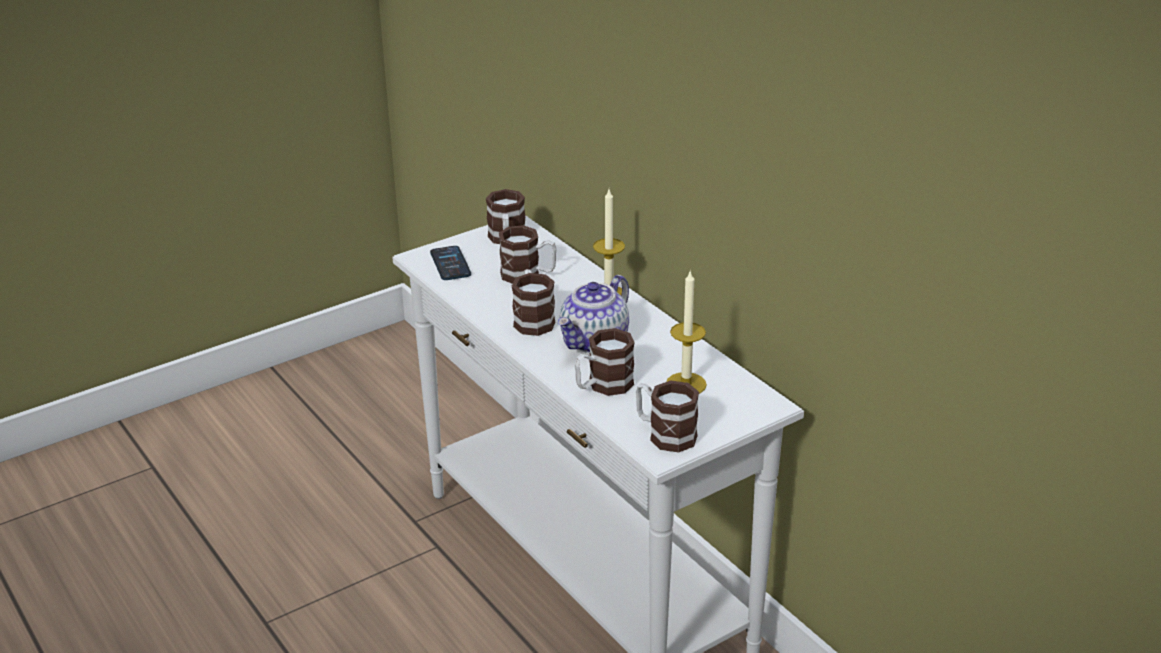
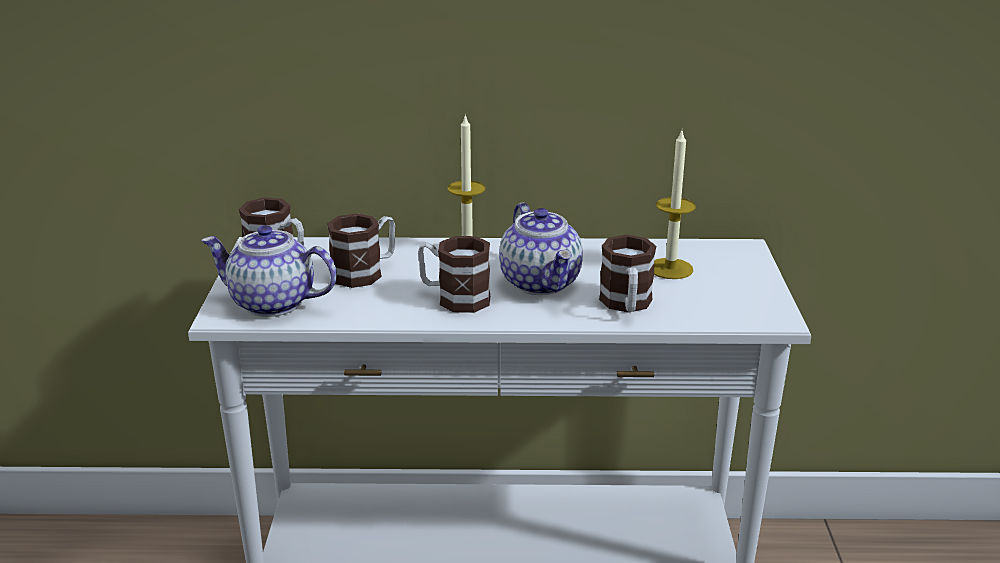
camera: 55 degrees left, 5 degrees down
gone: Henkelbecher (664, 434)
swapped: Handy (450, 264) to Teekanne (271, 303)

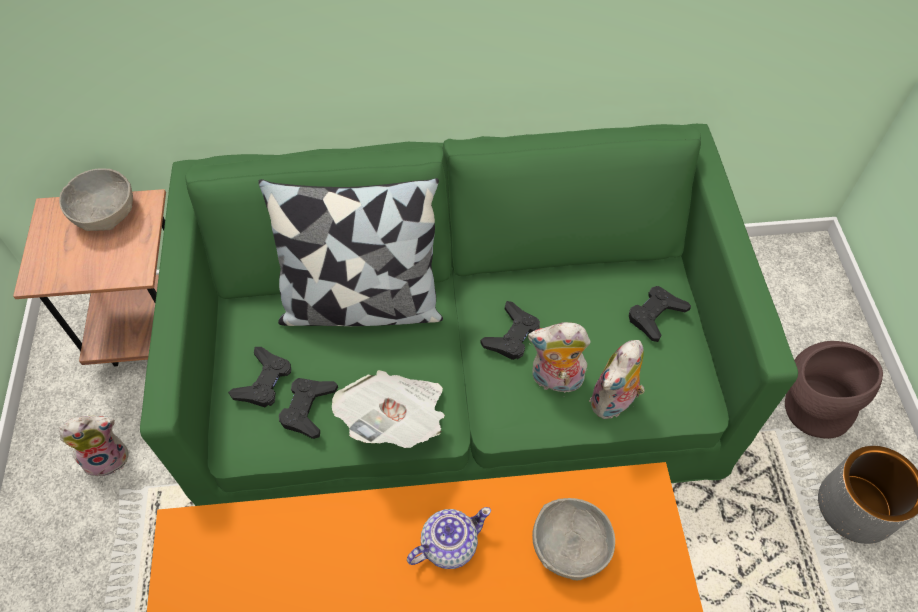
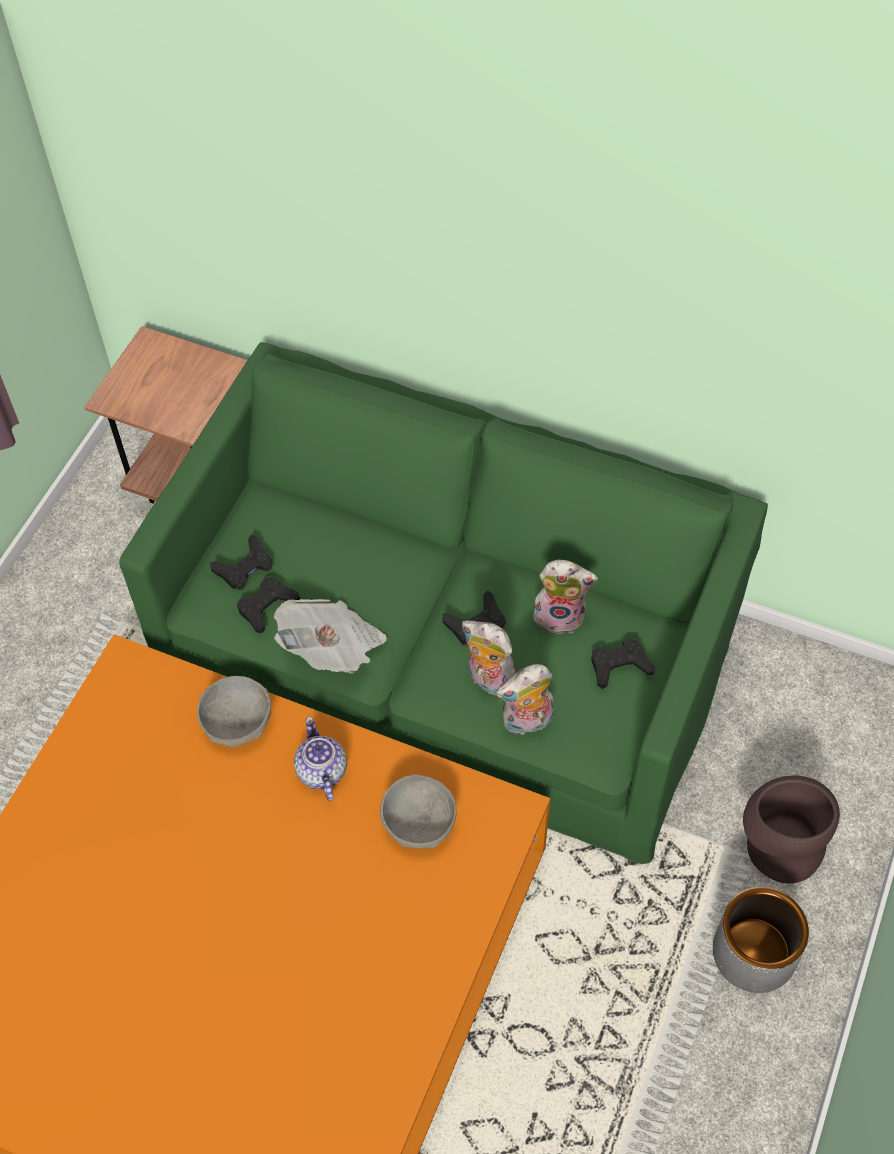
camera: 30 degrees right, 0 degrees up
gone: Kissen (361, 304)
shifted: Schüssel (grau) (106, 214) to (238, 723); Plüschtier (108, 457) to (560, 615)
rotated: Teekanne (448, 545) = (321, 772) 105 degrees counterclockwise

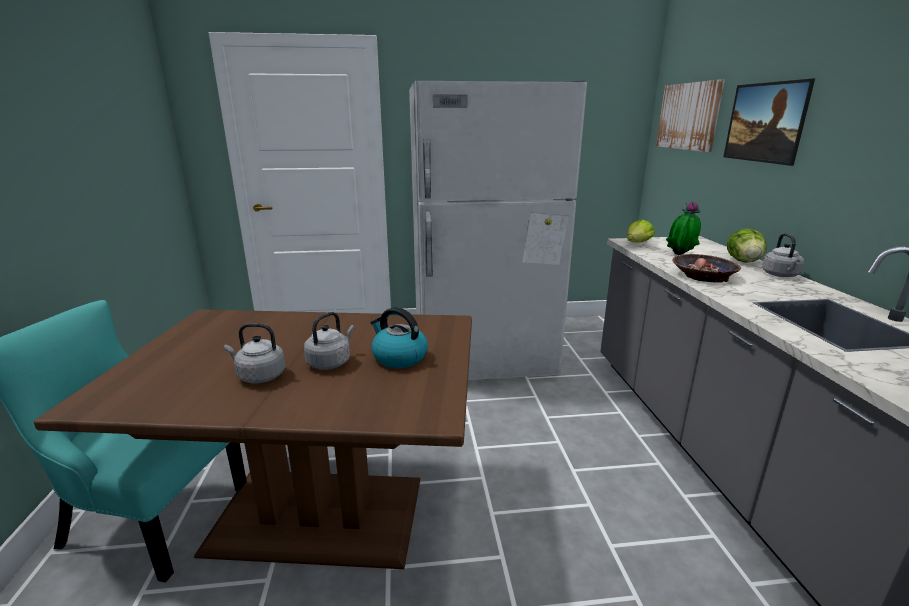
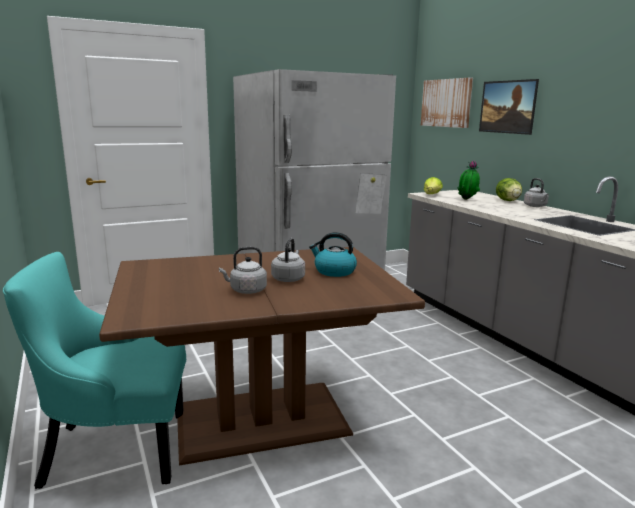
camera: 20 degrees left, 5 degrees down
gone: Schüssel (703, 275)

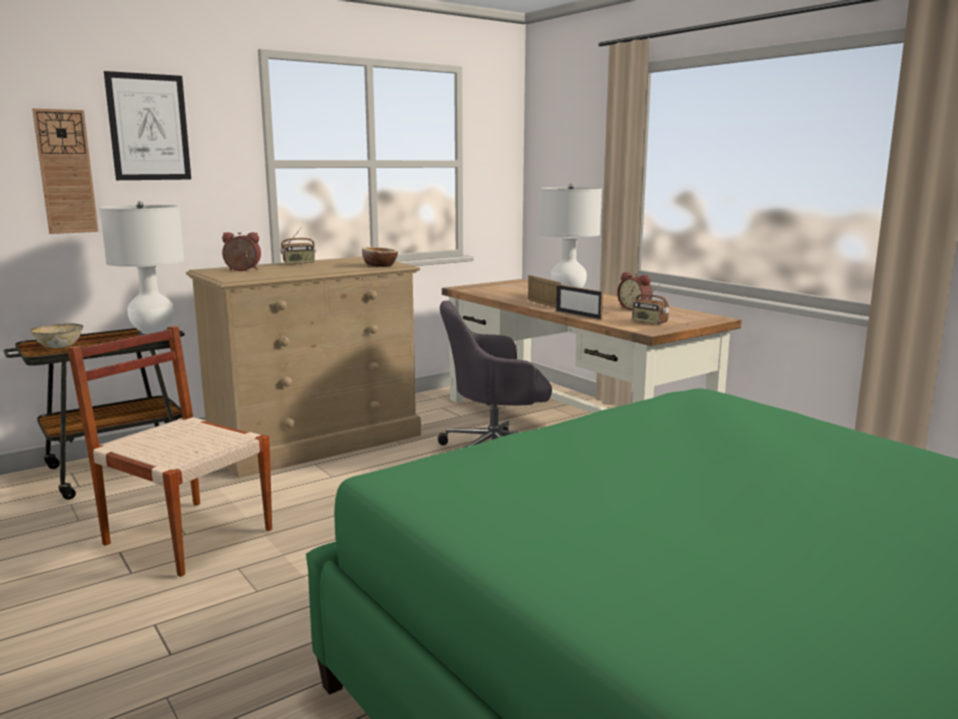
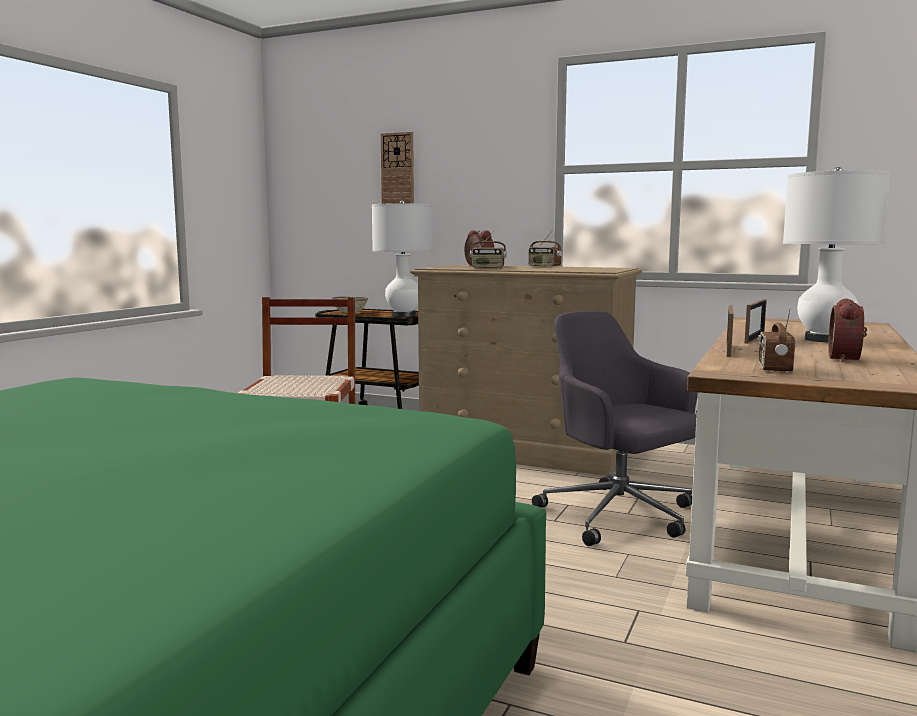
camera: 60 degrees right, 5 degrees down
gone: Bild (149, 127); Schüssel (380, 265)
new: Radio (487, 268)

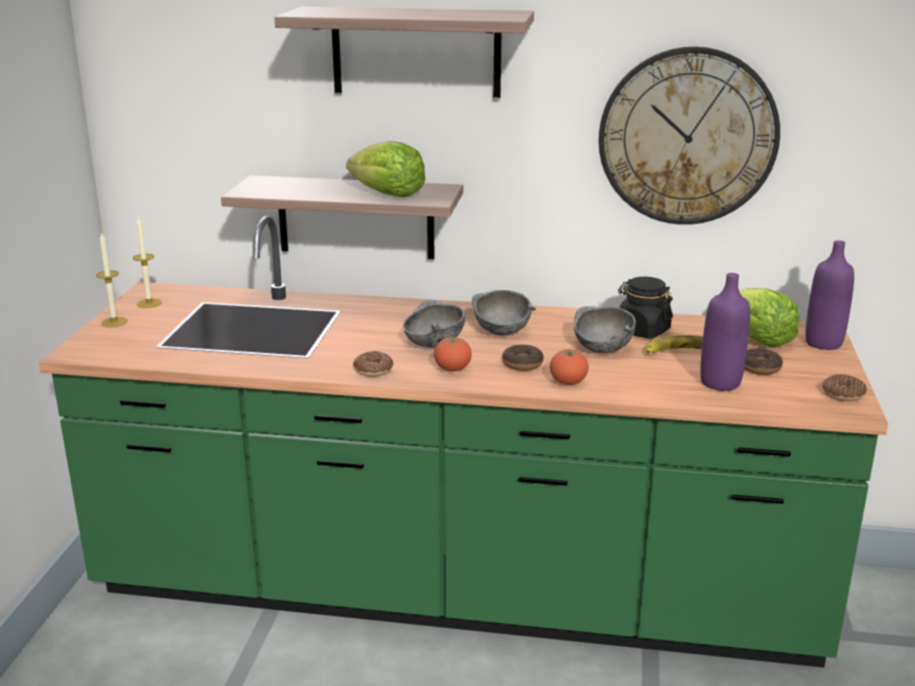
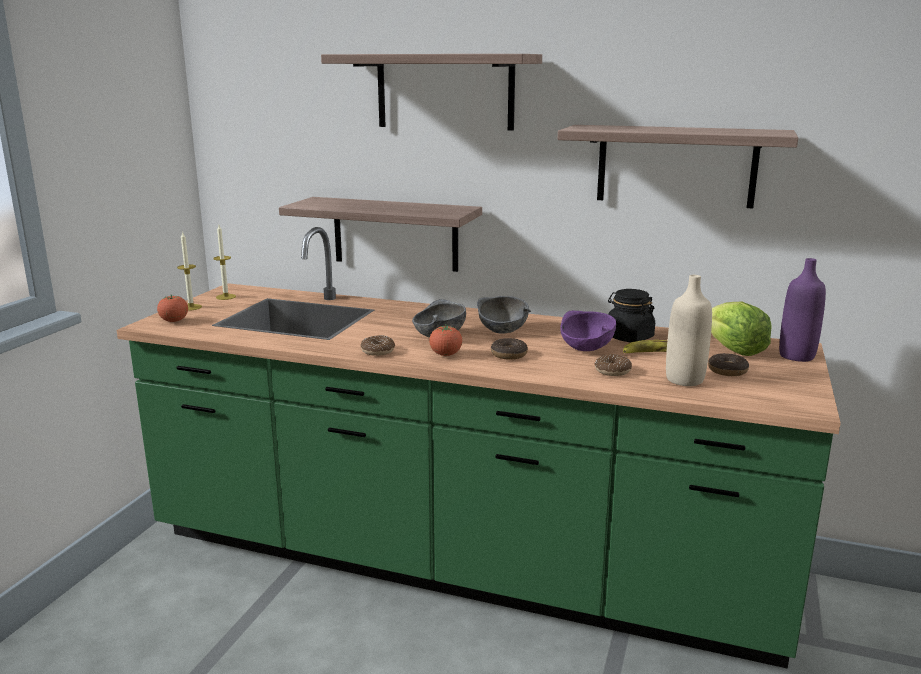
camera: 10 degrees right, 5 degrees down
gone: Salatkopf (387, 194)
shifted: Tomate (568, 382) to (174, 321); Donut (843, 394) to (612, 371)
swapped: Wanduhr (687, 137) to Wandregal (676, 166)
repainted: Schüssel (grau) (603, 349) to Schüssel (lila) (586, 348); Flasche (lila) (720, 383) to Flasche (beige) (684, 379)

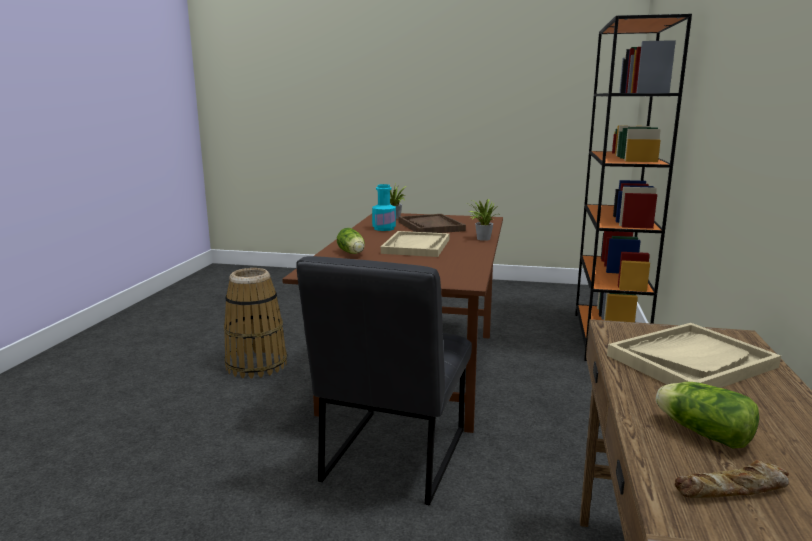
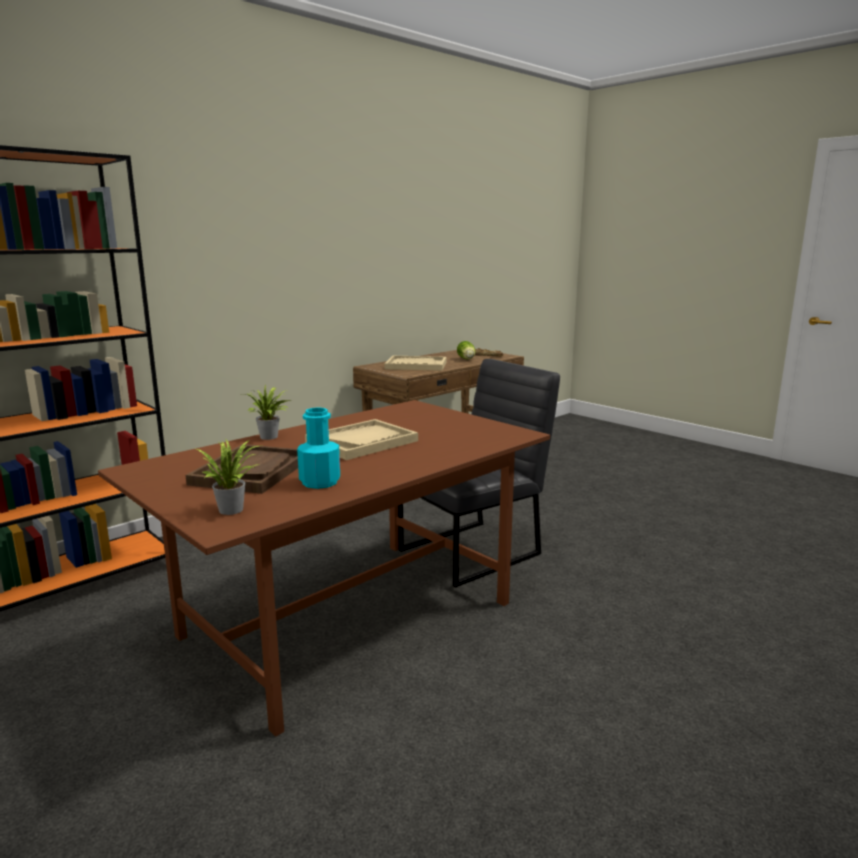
camera: 145 degrees left, 0 degrees up
gone: Korb (256, 365); Salatkopf (352, 253)

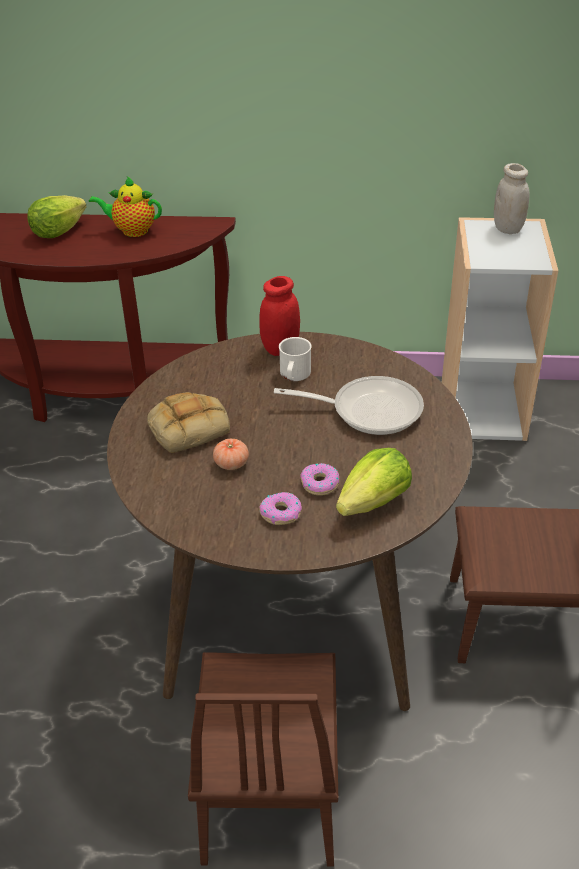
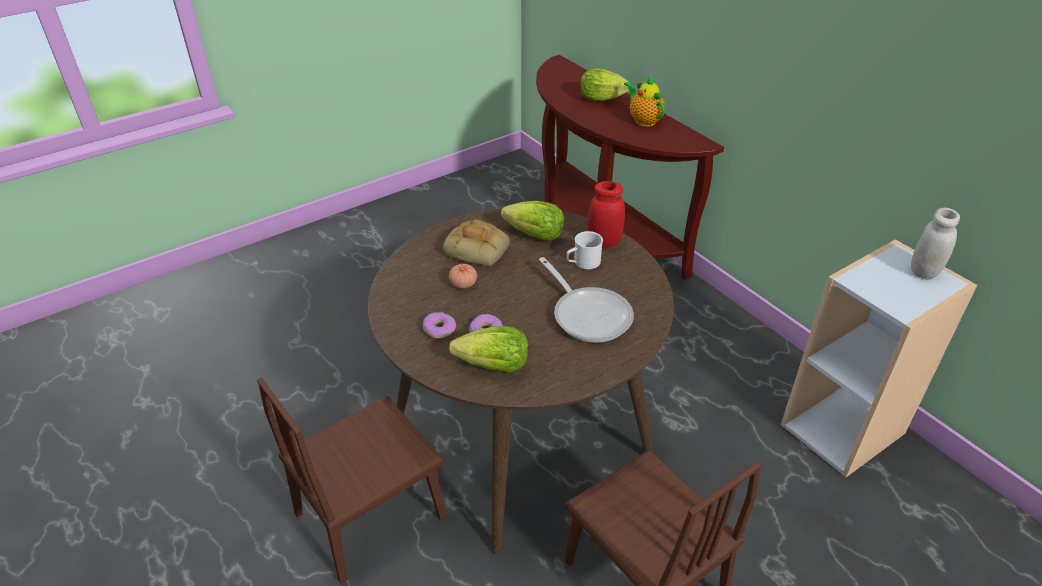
camera: 50 degrees right, 0 degrees up
new: Salatkopf (535, 235)

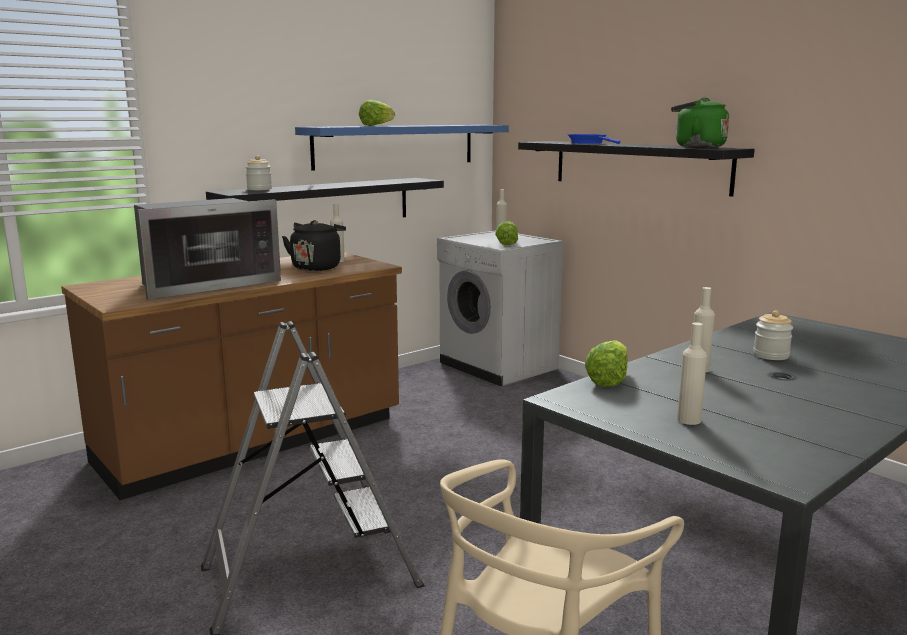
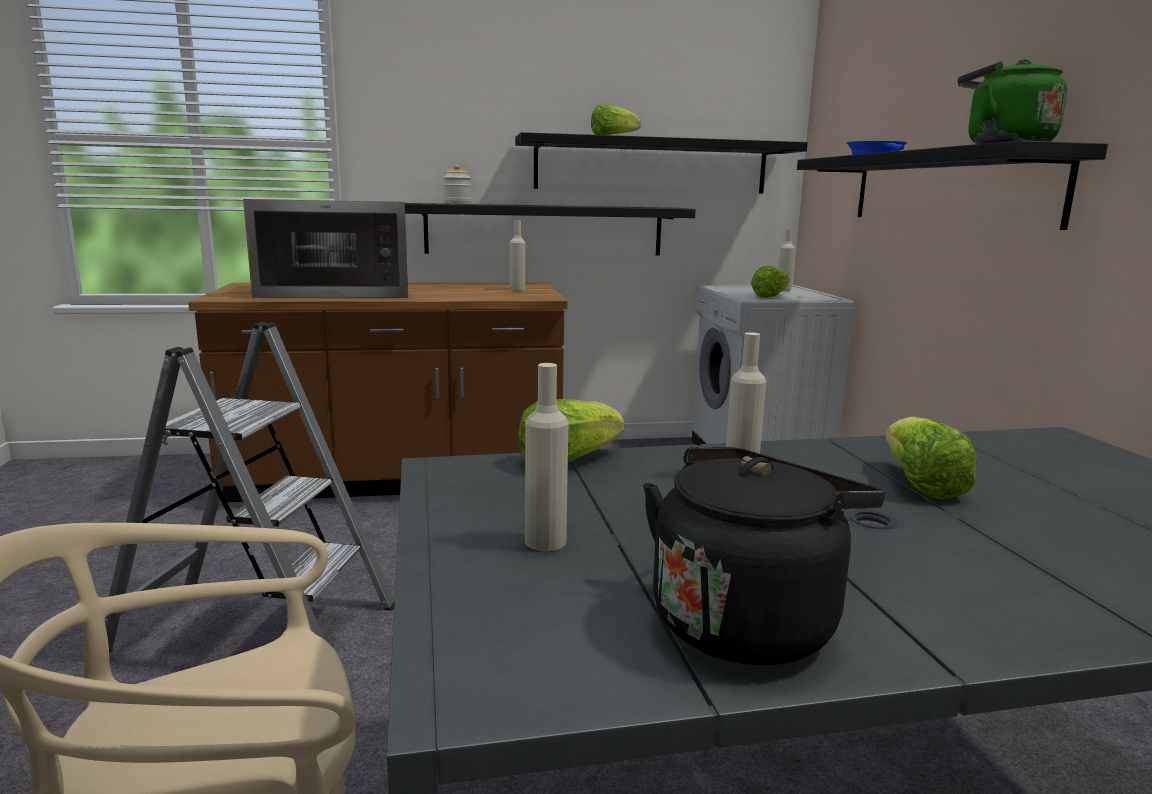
camera: 30 degrees right, 0 degrees up
shifted: Wasserkessel (schwarz) (317, 267) to (747, 620)
swapped: Vorratsglas (771, 355) to Salatkopf (919, 485)
repainted: Wandregal (blau) (396, 146) to Wandregal (schwarz) (652, 166)

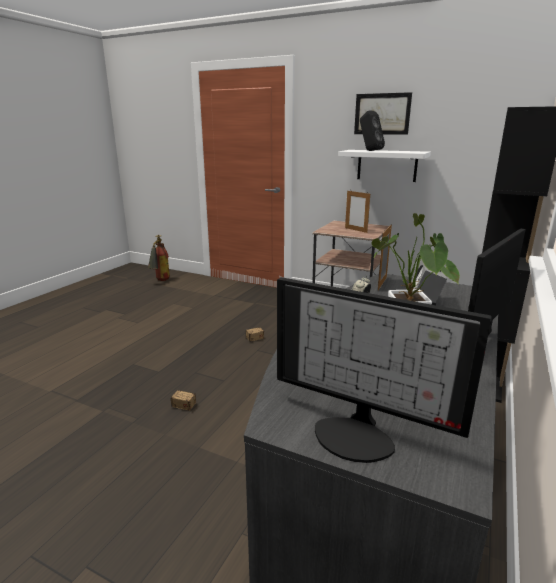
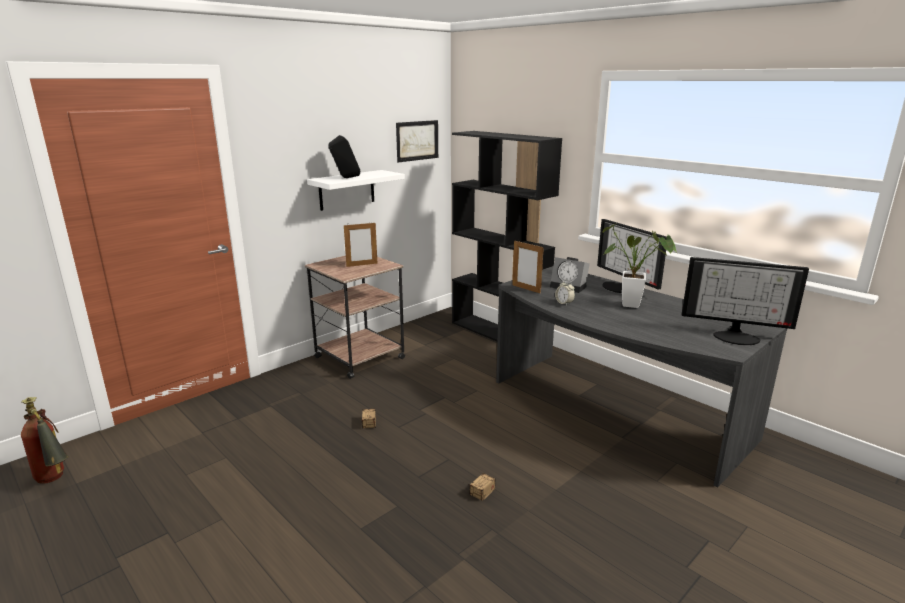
camera: 70 degrees left, 0 degrees up
shifted: Bild (382, 114) to (417, 140)
rotated: Monitor (357, 434) = (736, 336) 60 degrees clockwise

